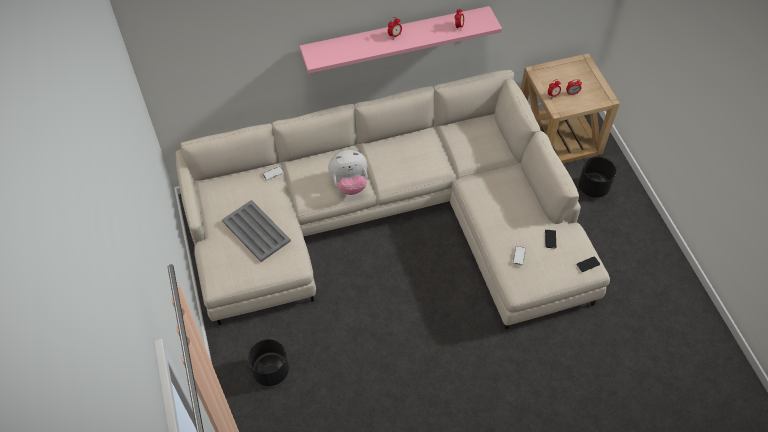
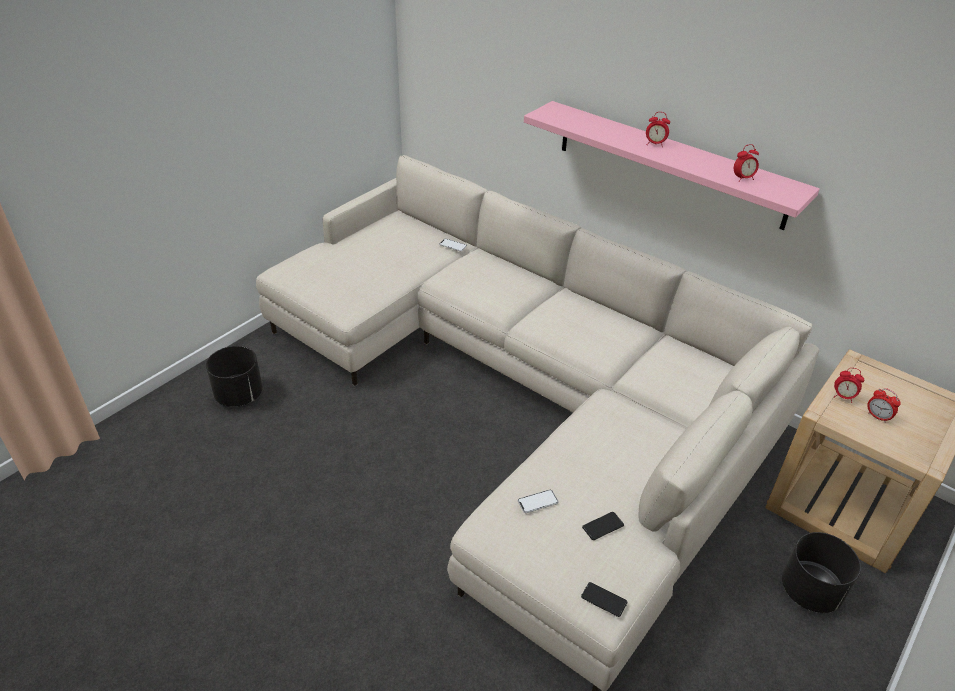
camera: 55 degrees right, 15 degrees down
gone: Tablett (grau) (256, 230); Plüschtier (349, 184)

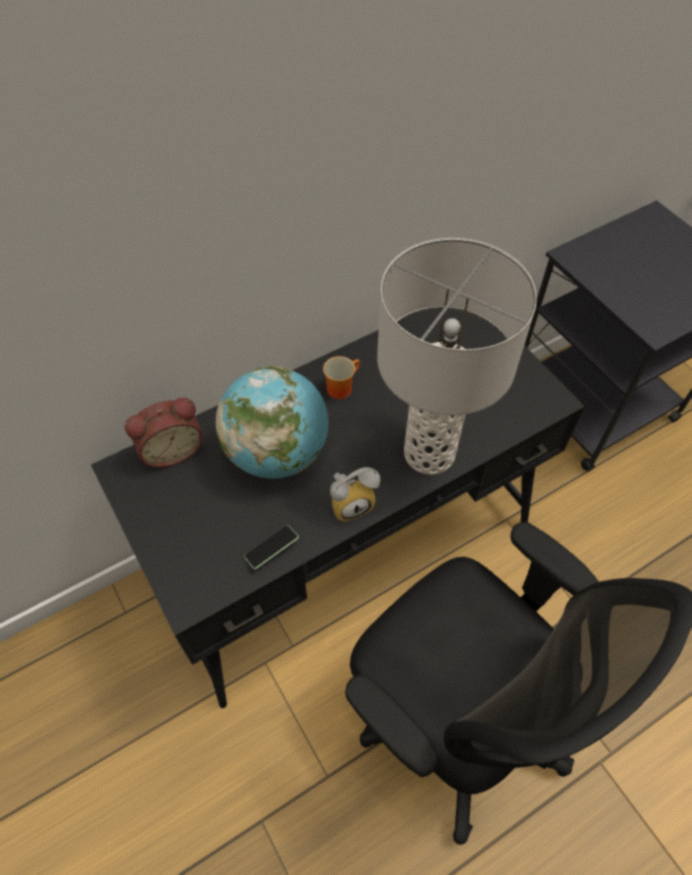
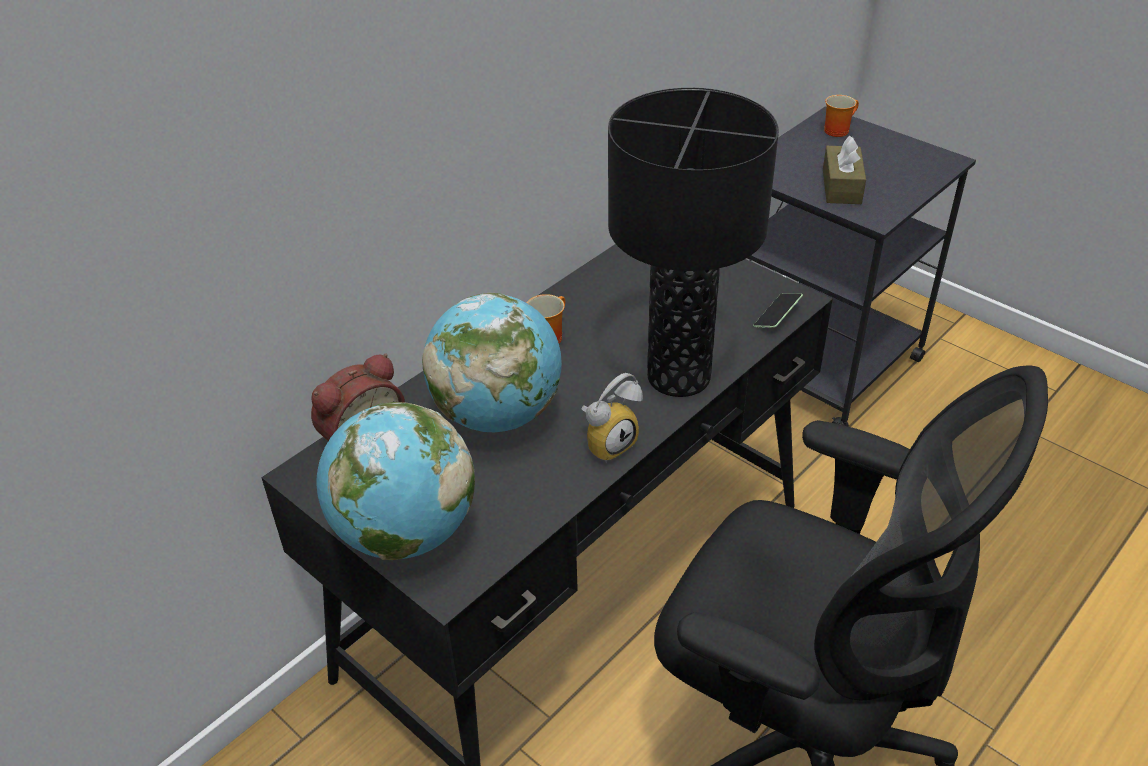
camera: 15 degrees left, 15 degrees down
new: Globus (405, 533); Taschentuchbox (braun) (841, 186); Henkelbecher (837, 129)
shifted: Handy (272, 550) to (777, 317)
repainted: Tischlampe (weiß) (430, 452) to Tischlampe (schwarz) (679, 376)

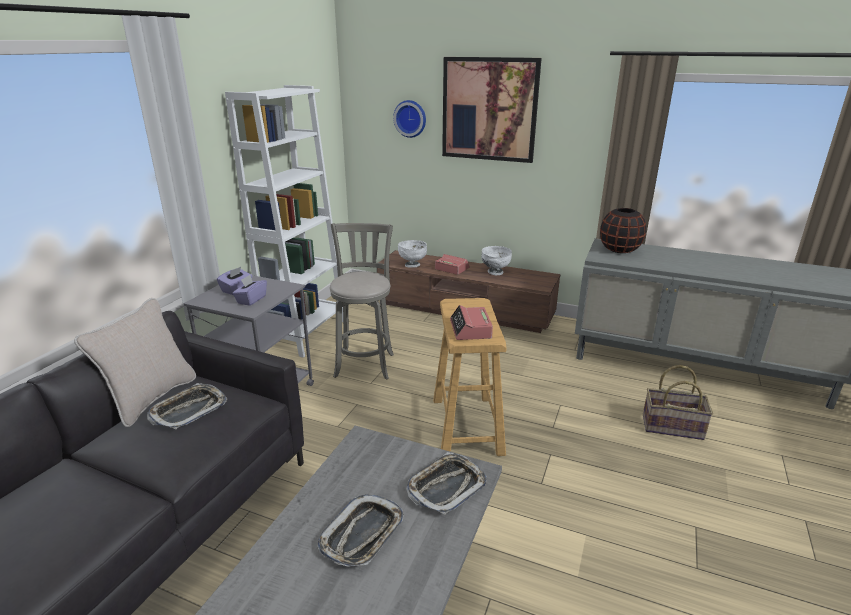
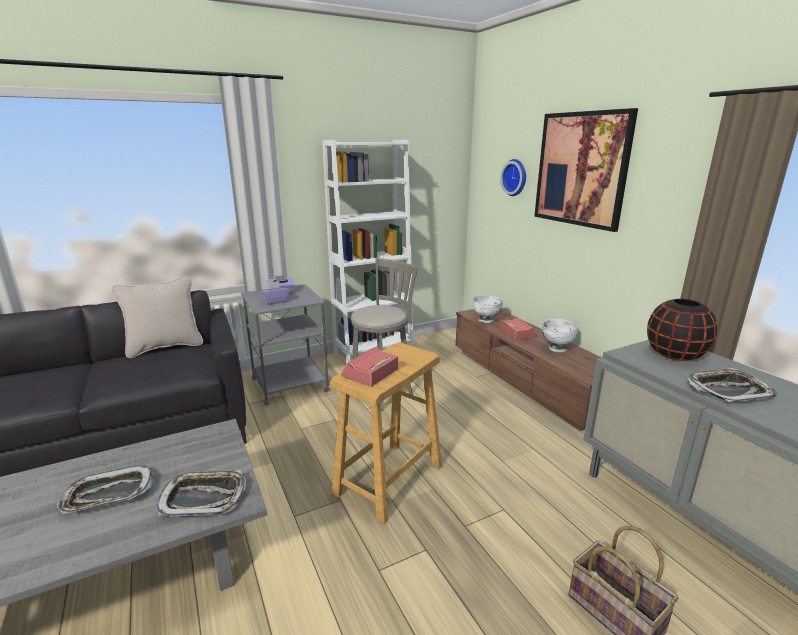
camera: 40 degrees right, 5 degrees down
shifted: Tablett (189, 410) to (728, 390)

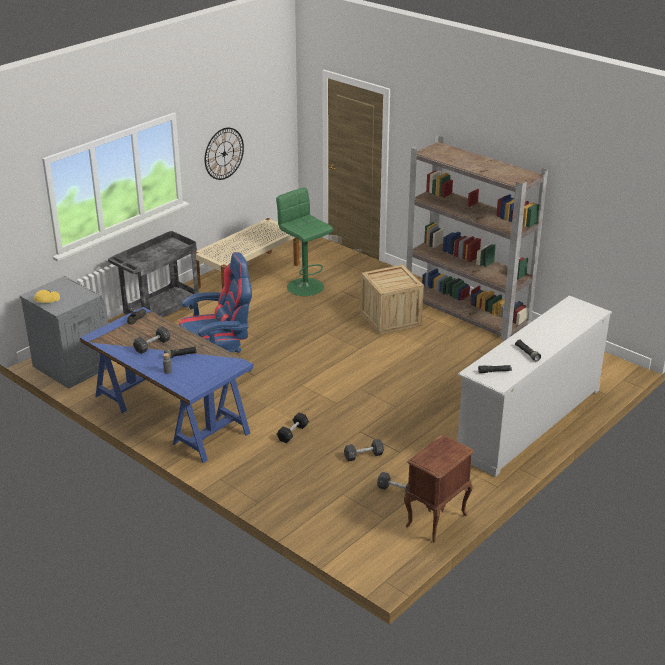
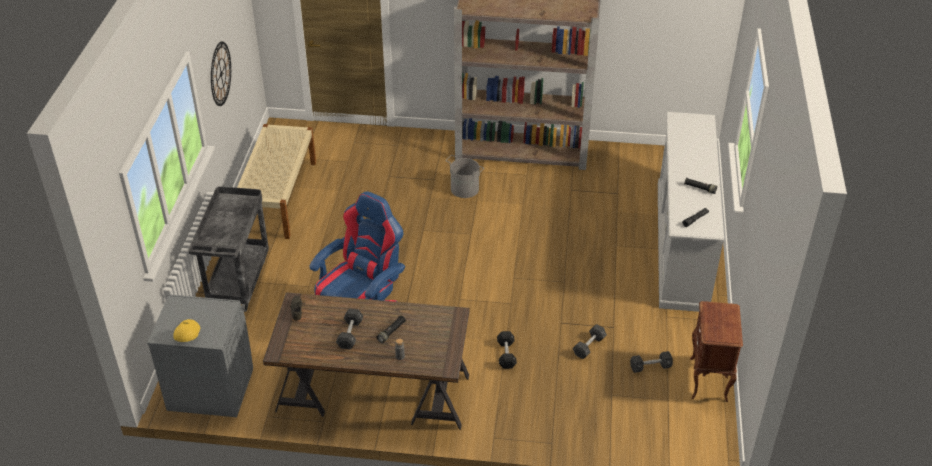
camera: 35 degrees left, 10 degrees up
gone: Hocker (grün) (305, 287)
swapped: Kiste (390, 319) to Eimer (grau) (465, 188)
repainted: Schreibtisch (blau) (170, 415) to Schreibtisch (braun) (373, 393)

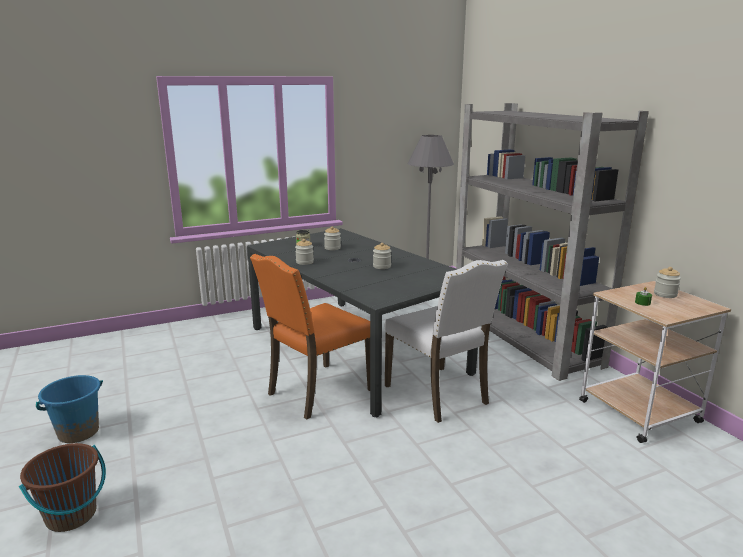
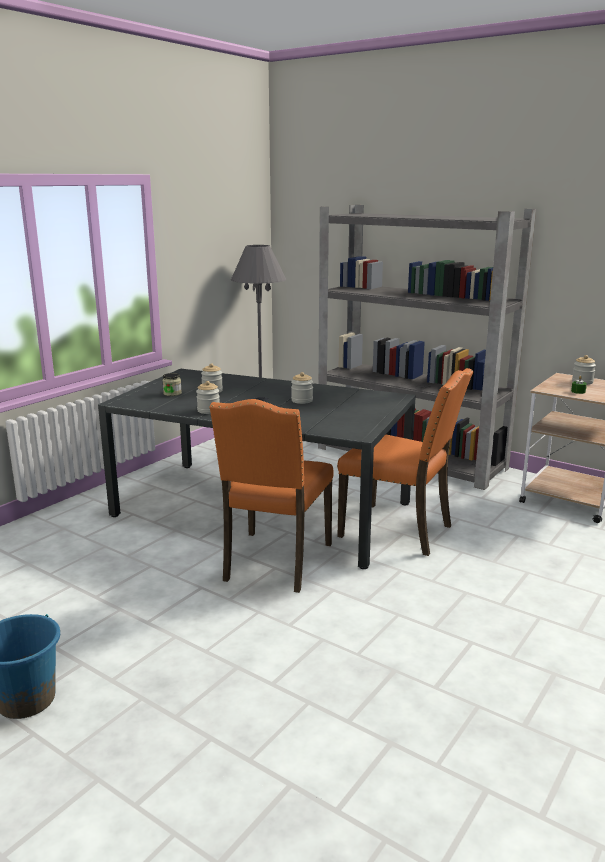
camera: 30 degrees left, 0 degrees up
gone: Eimer (braun) (71, 515)
repainted: Stuhl (weiß) (439, 394) to Stuhl (orange) (399, 530)

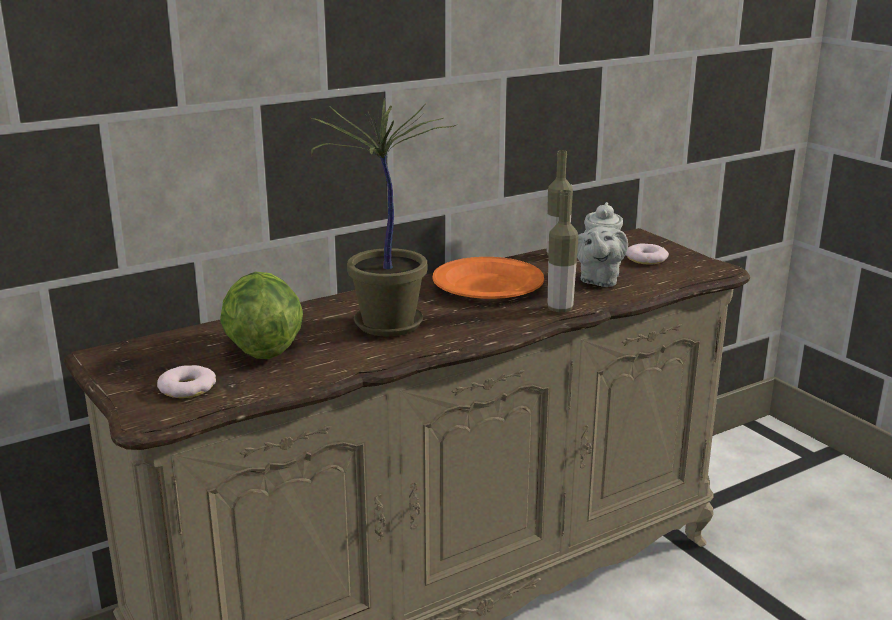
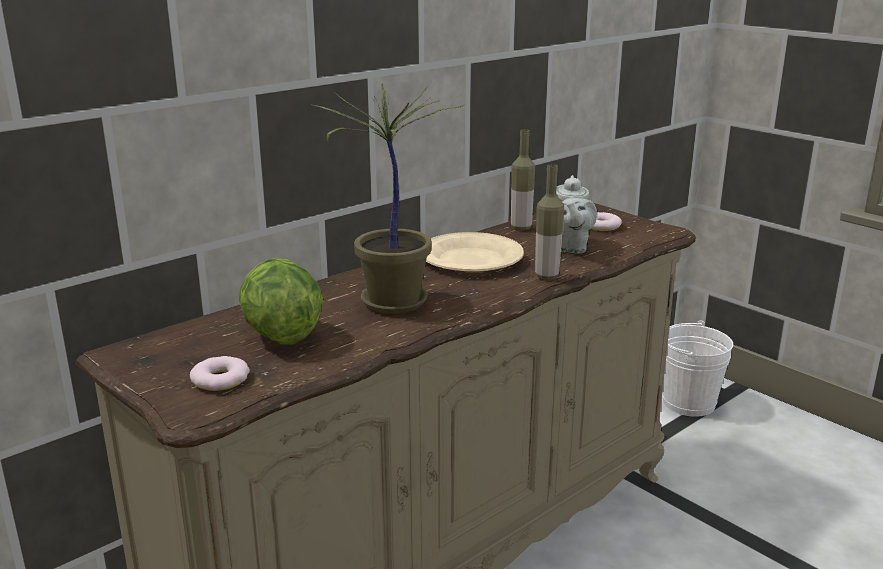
camera: 10 degrees left, 0 degrees up
new: Eimer (weiß) (688, 403)
repainted: Teller (orange) (487, 285) to Teller (beige) (470, 258)

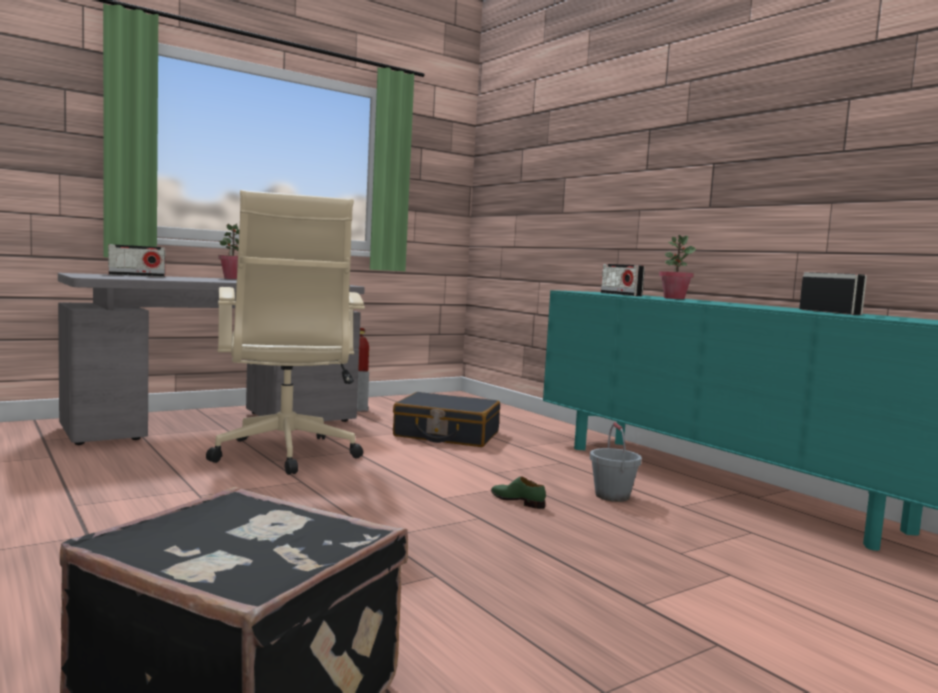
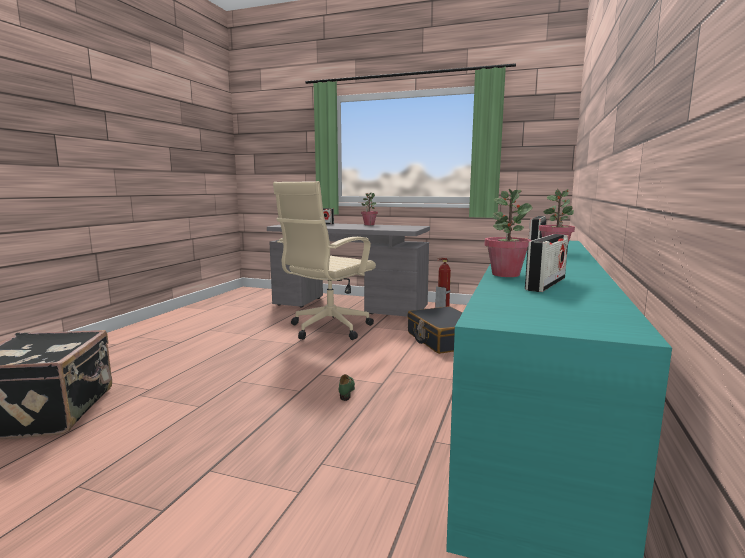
camera: 55 degrees right, 5 degrees up
gone: Eimer (grau) (612, 496)
new: Topfpflanze (505, 274)

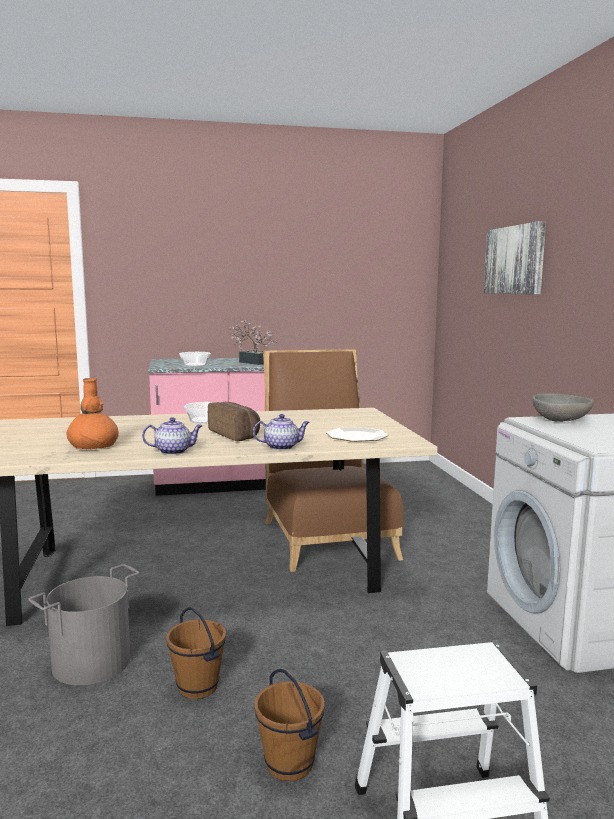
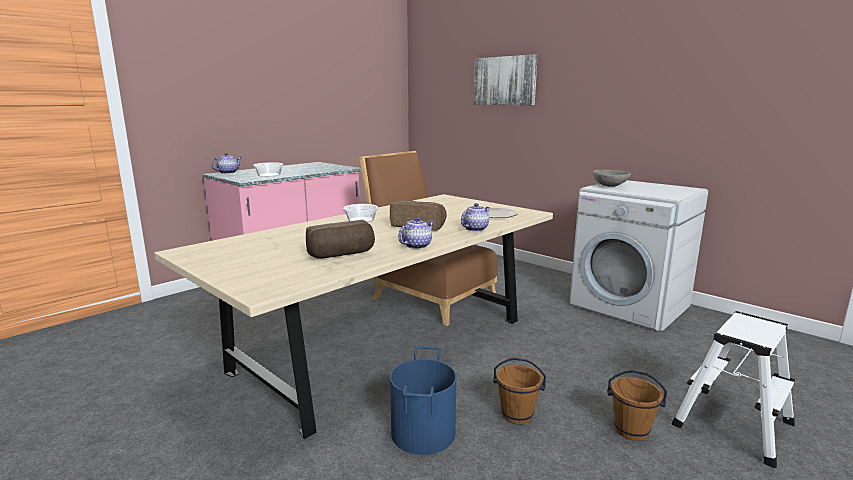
camera: 35 degrees left, 5 degrees up
gone: Topfpflanze (253, 362)
new: Teekanne (228, 172)
swapped: Vase (orange) (93, 446) to Brot (342, 254)
repainted: Eimer (grau) (91, 662) to Eimer (blau) (422, 432)

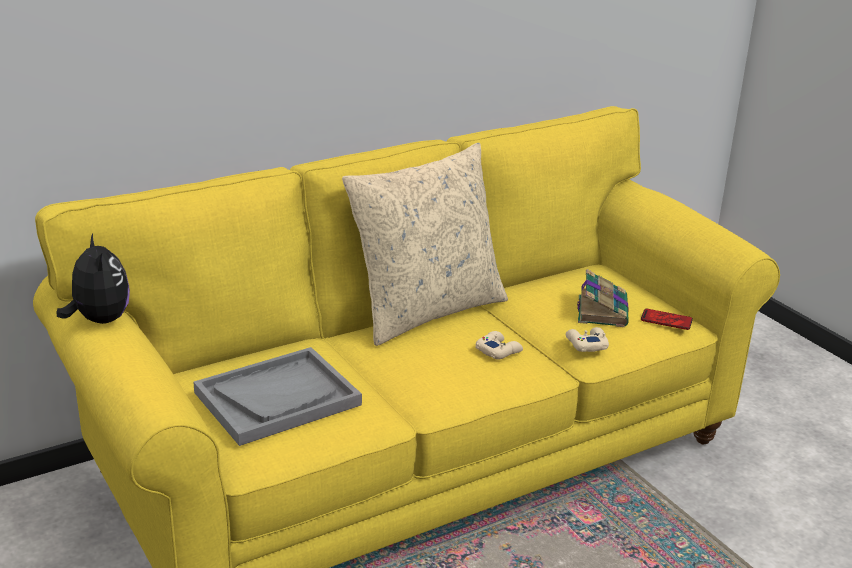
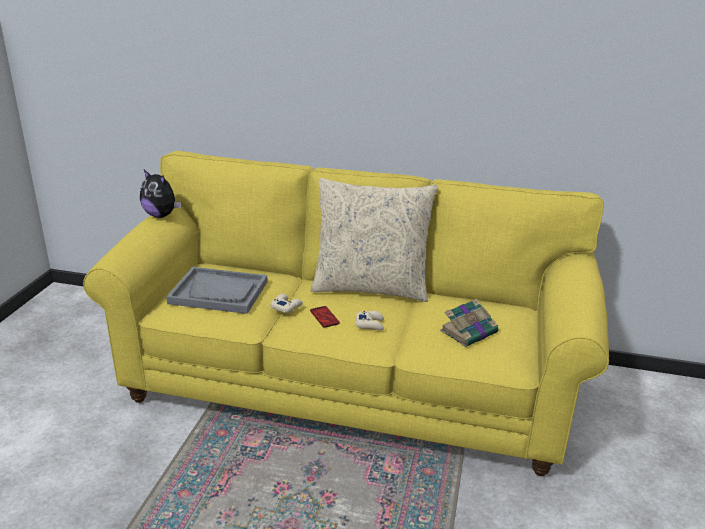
camera: 45 degrees right, 0 degrees up
shifted: Gamepad (beige) (586, 344) to (286, 307); Handy (666, 320) to (324, 317)
rotated: Plüschtier (99, 320) = (161, 215) 105 degrees clockwise

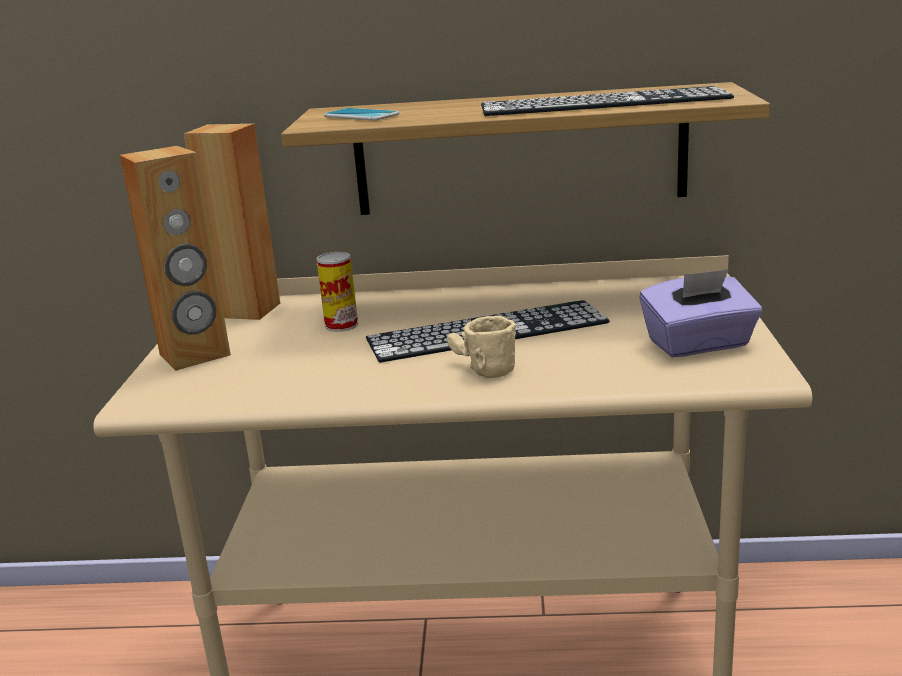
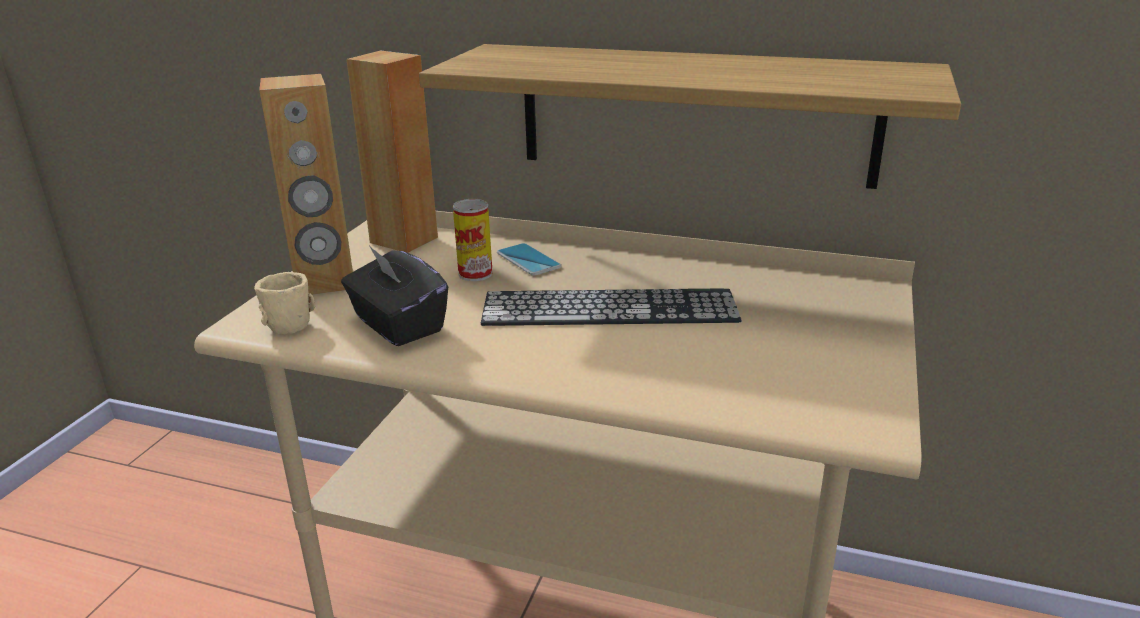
camera: 15 degrees right, 5 degrees up
gone: Tastatur (603, 102); Taschentuchbox (lila) (699, 344)
new: Taschentuchbox (schwarz) (397, 325)
shifted: Handy (361, 116) to (528, 260); Henkelbecher (beige) (479, 369) to (281, 322)

